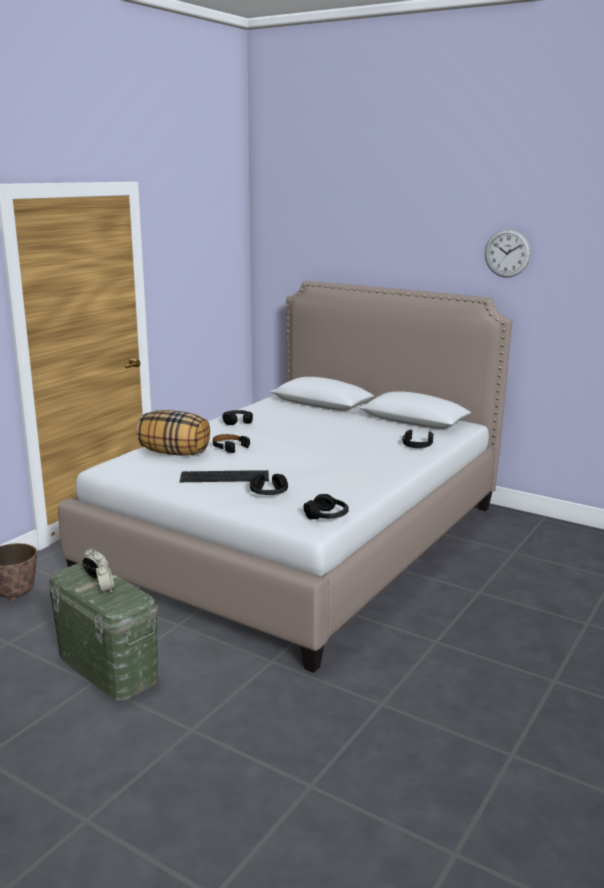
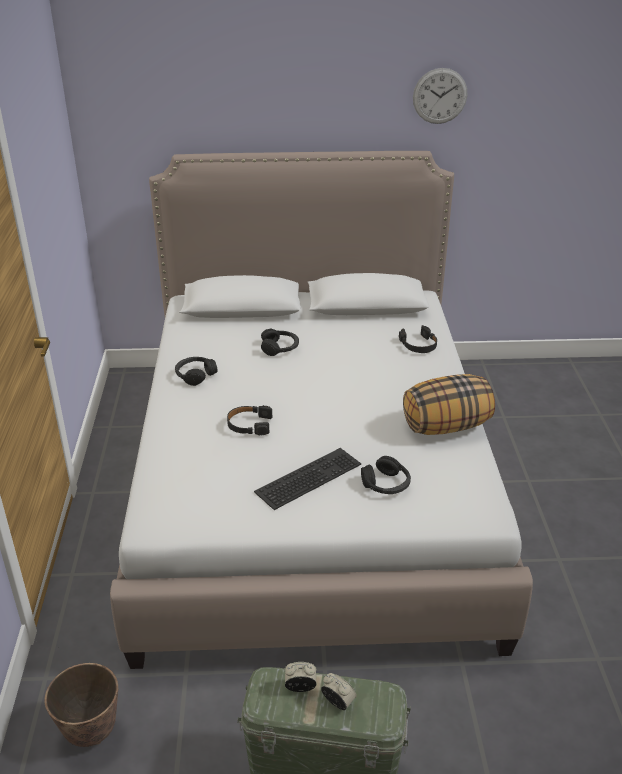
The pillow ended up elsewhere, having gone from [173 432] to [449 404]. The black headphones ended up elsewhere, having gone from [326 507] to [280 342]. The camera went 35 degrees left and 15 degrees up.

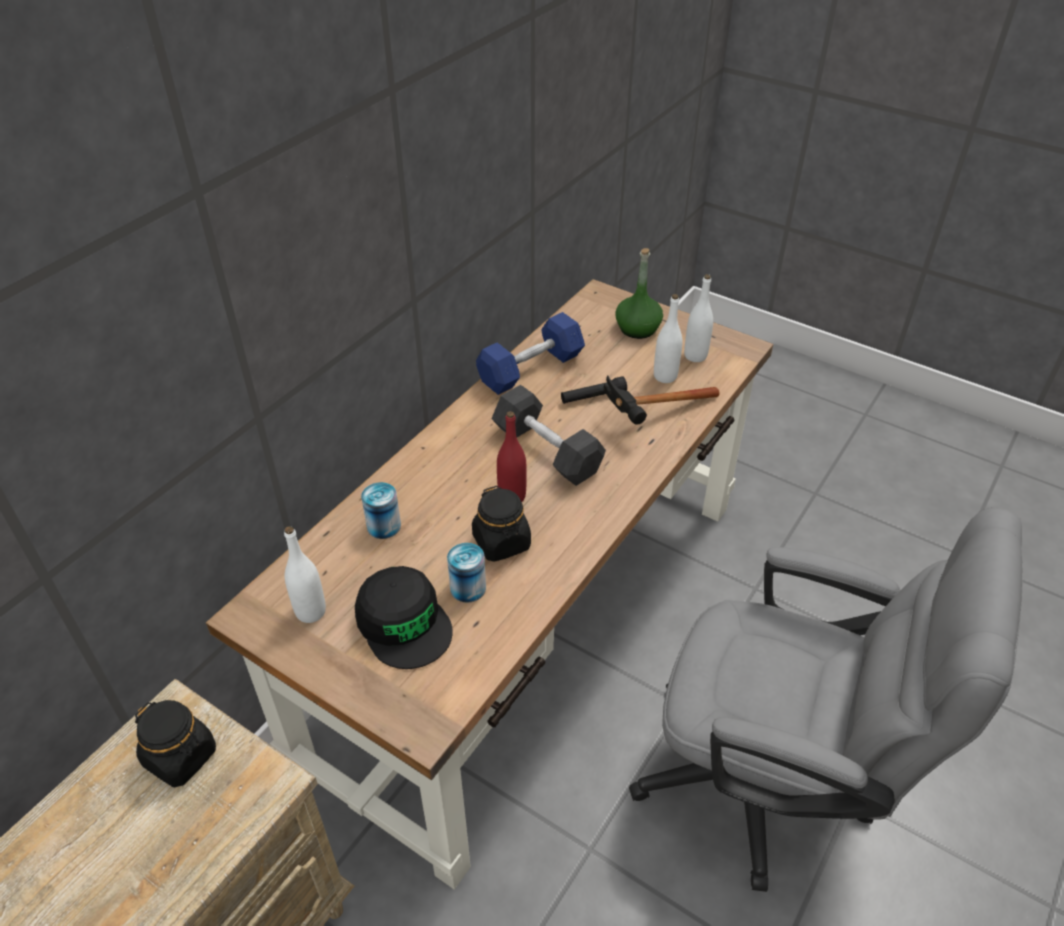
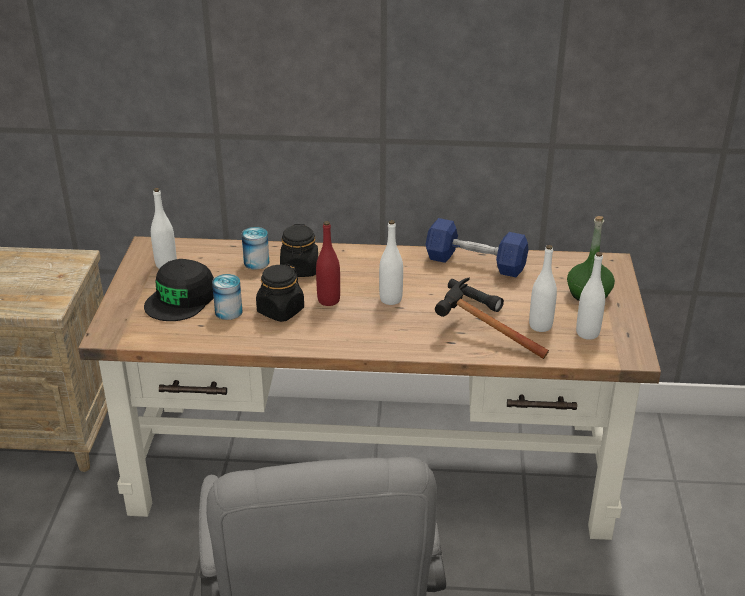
The black jar ended up elsewhere, having gone from [175 743] to [299 250]. Where the grey dumbbell stood at [549 435], the white bottle came to stand at [391 262]. The camera went 60 degrees right and 10 degrees down.

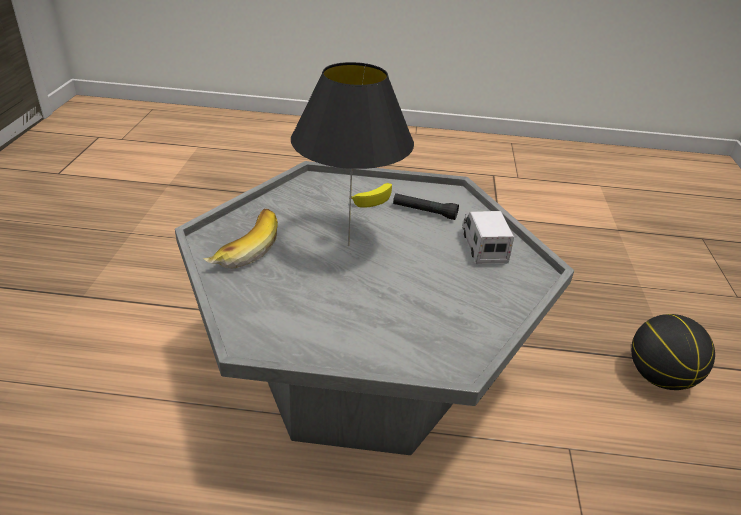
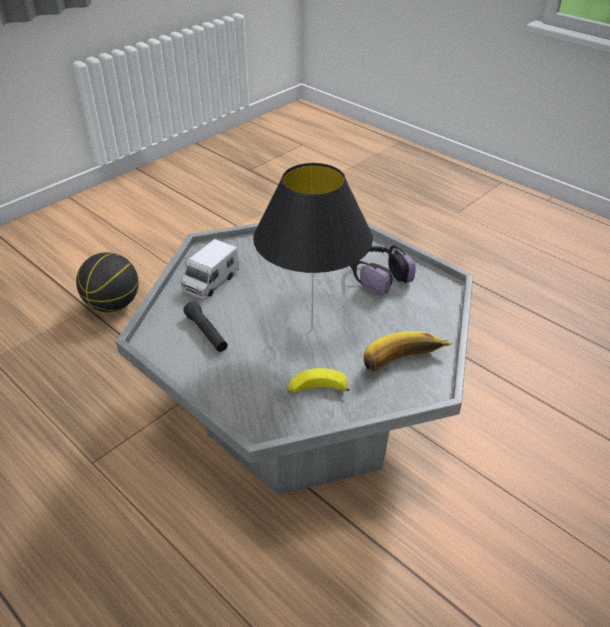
The second view gained the headphones at [383 270]. The banana ended up elsewhere, having gone from [370 195] to [319 380]. The camera went 140 degrees left and 5 degrees up.

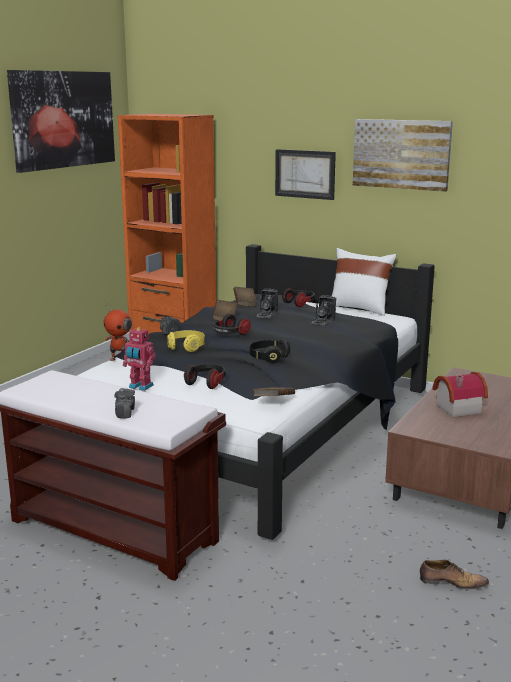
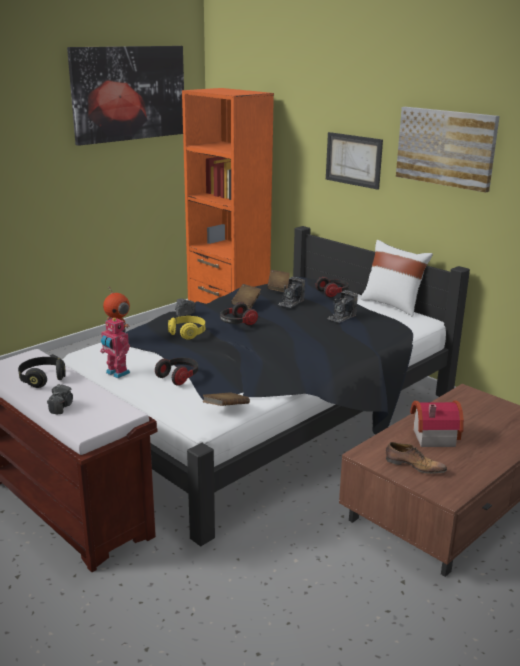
The black headphones ended up elsewhere, having gone from [270 351] to [42 372]. The shoe ended up elsewhere, having gone from [454 575] to [416 458]. The camera went 15 degrees right and 5 degrees up.

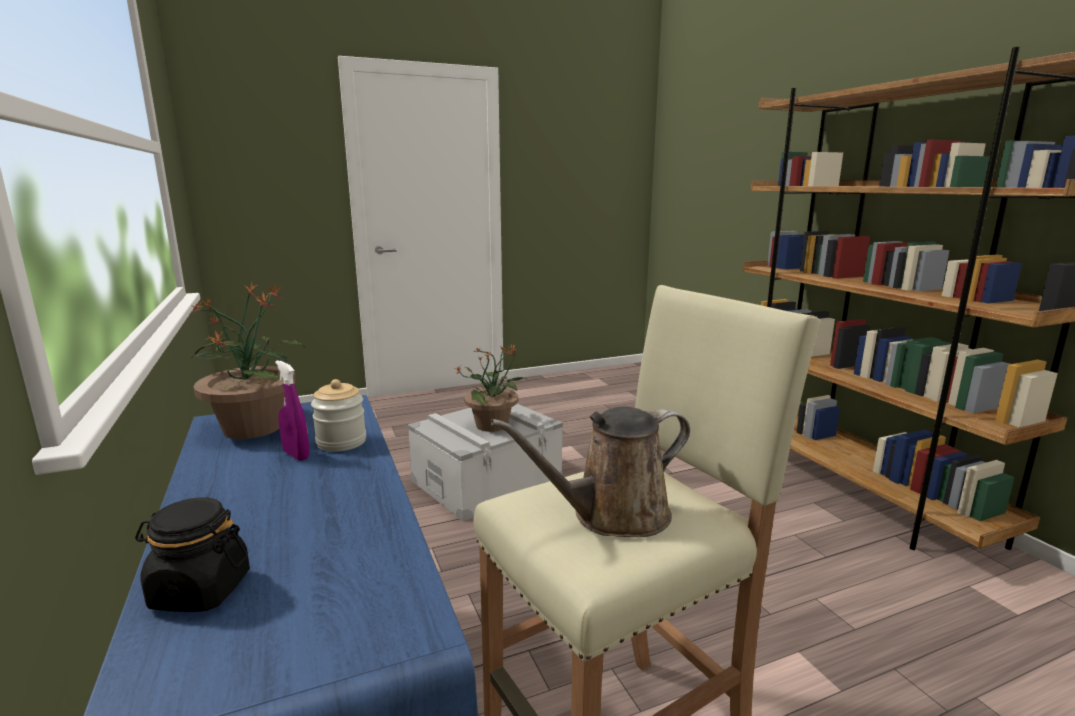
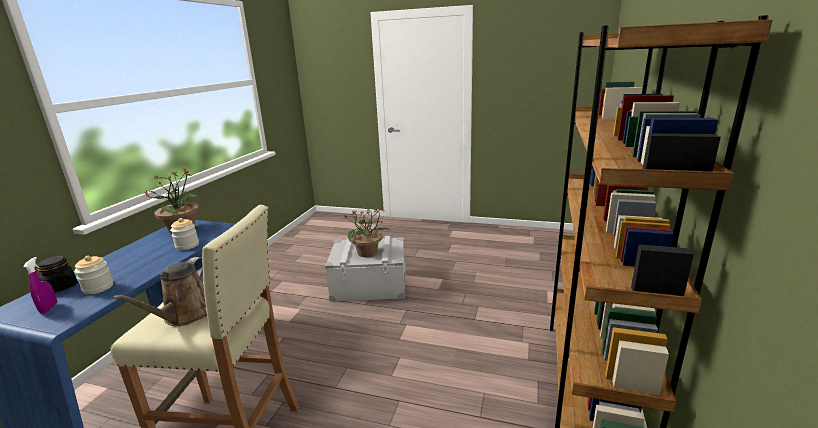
The second view gained the jar at [93 275]. The purple spray bottle ended up elsewhere, having gone from [292 411] to [40 285]. The brown watering can at [590 472] ended up facing another way, 90 degrees counterclockwise from before. The camera went 40 degrees right and 5 degrees up.

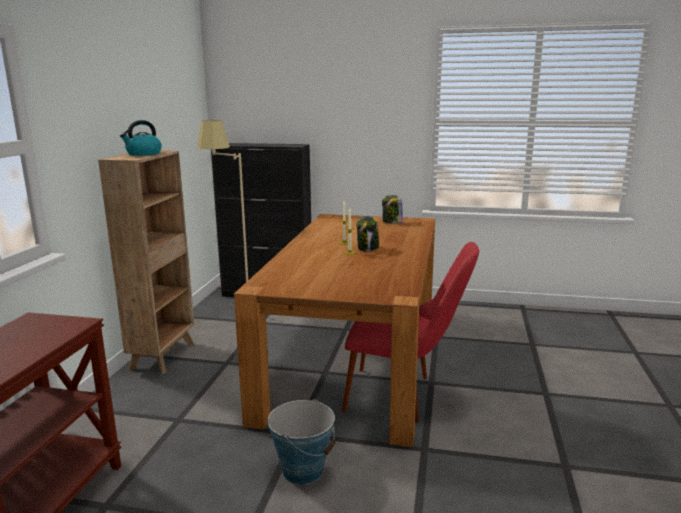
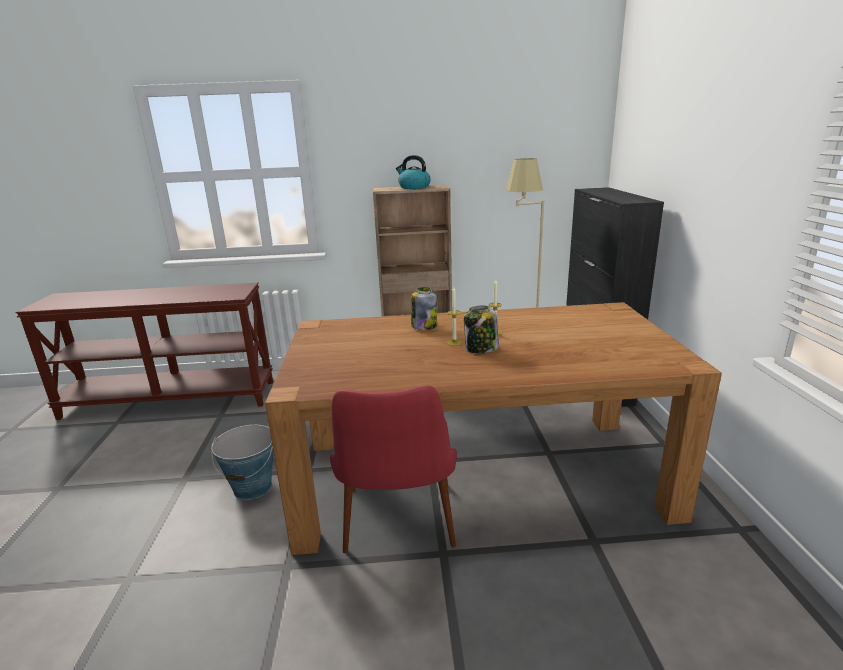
The jar ended up elsewhere, having gone from [392 209] to [424 308]. The camera went 75 degrees right and 5 degrees up.

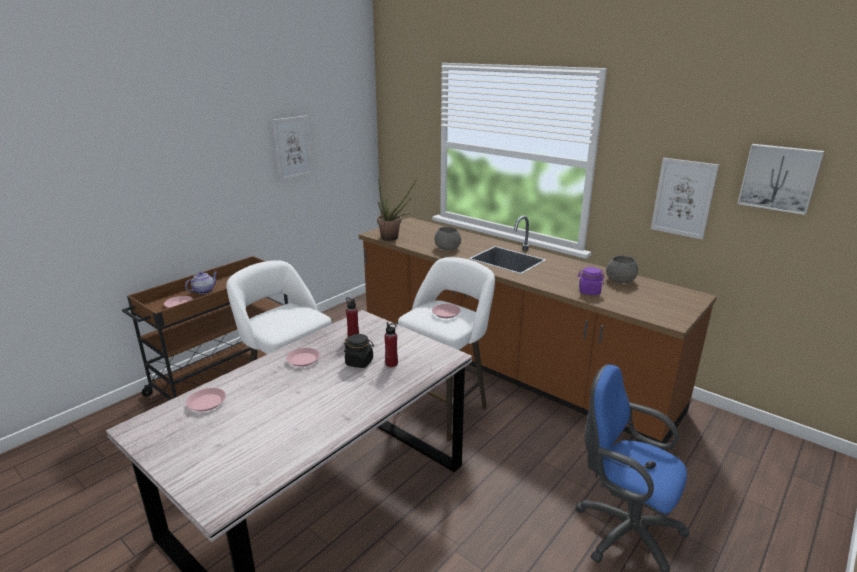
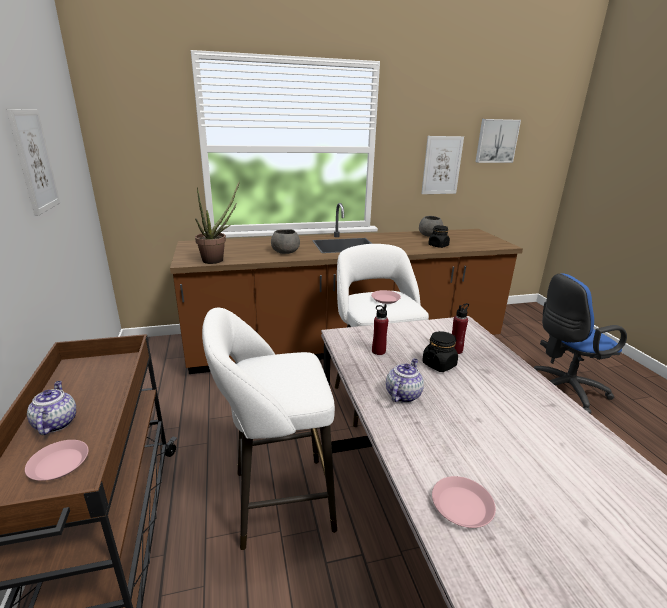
Where the pink plate stood at [303 357], the teapot came to stand at [405 381]. What was the purple jar at [591 281] turned into the black jar at [439 236]. The camera went 55 degrees left and 0 degrees up.

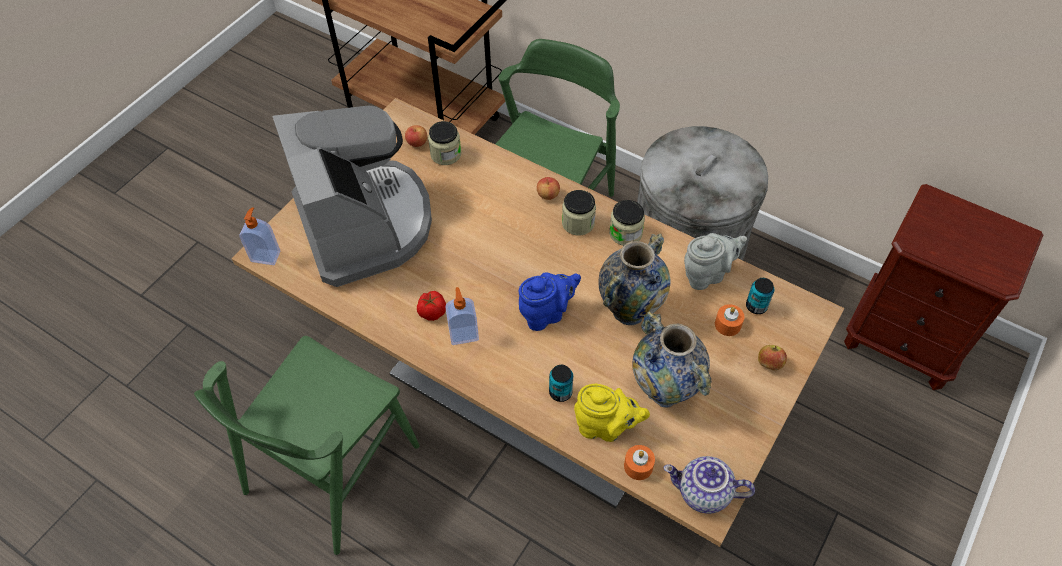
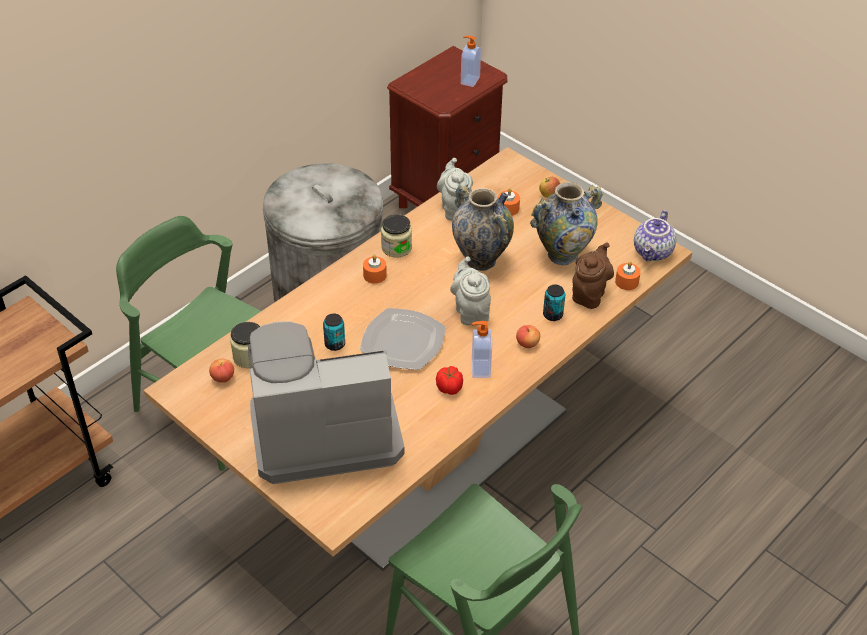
The second view gained the plate at [403 339]. The soap dispenser ended up elsewhere, having gone from [259 236] to [471 61]. The apple ended up elsewhere, having gone from [548 188] to [528 336]. The can ended up elsewhere, having gone from [760 296] to [334 332]. Where the jar stood at [579 212], the orange candle came to stand at [375 269]. What was the blue teapot at [550 301] turned into the grey teapot at [470 291]. What was the yellow teapot at [612 413] turned into the brown teapot at [593 275]. The camera went 80 degrees left and 10 degrees down.

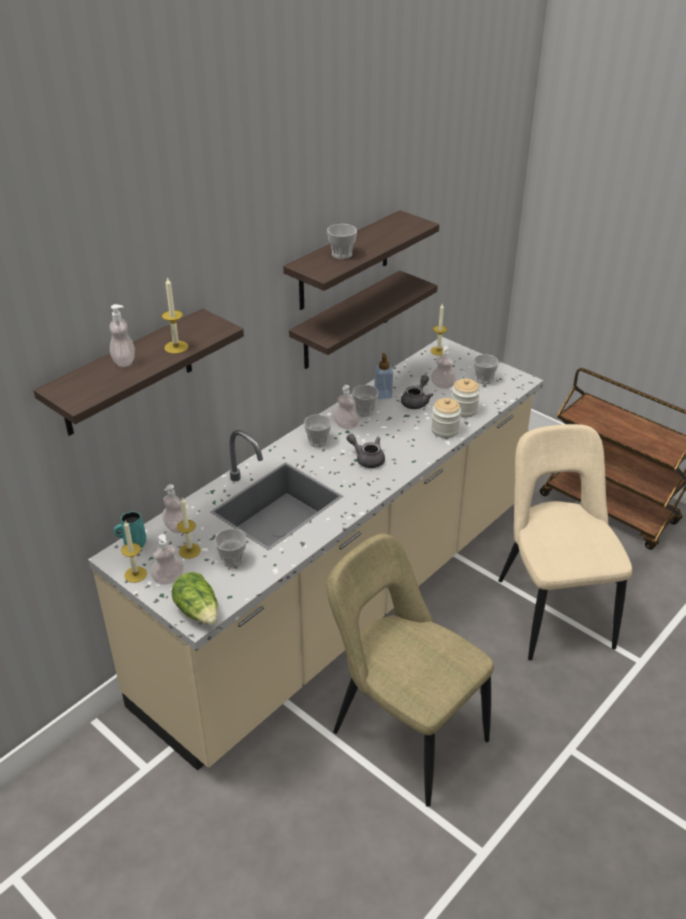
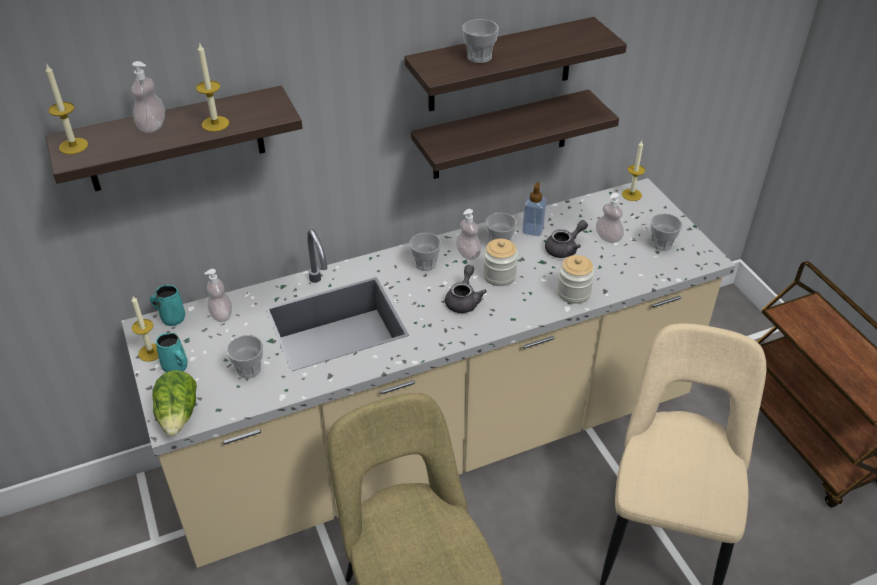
The candle ended up elsewhere, having gone from [189 528] to [67 109]. The jar ended up elsewhere, having gone from [465 398] to [500 262]. Where the soap dispenser stood at [167 559], the turquoise mug came to stand at [172 353]. The grey teapot at [365 451] ended up facing another way, 45 degrees clockwise from before. The camera went 25 degrees right and 5 degrees up.

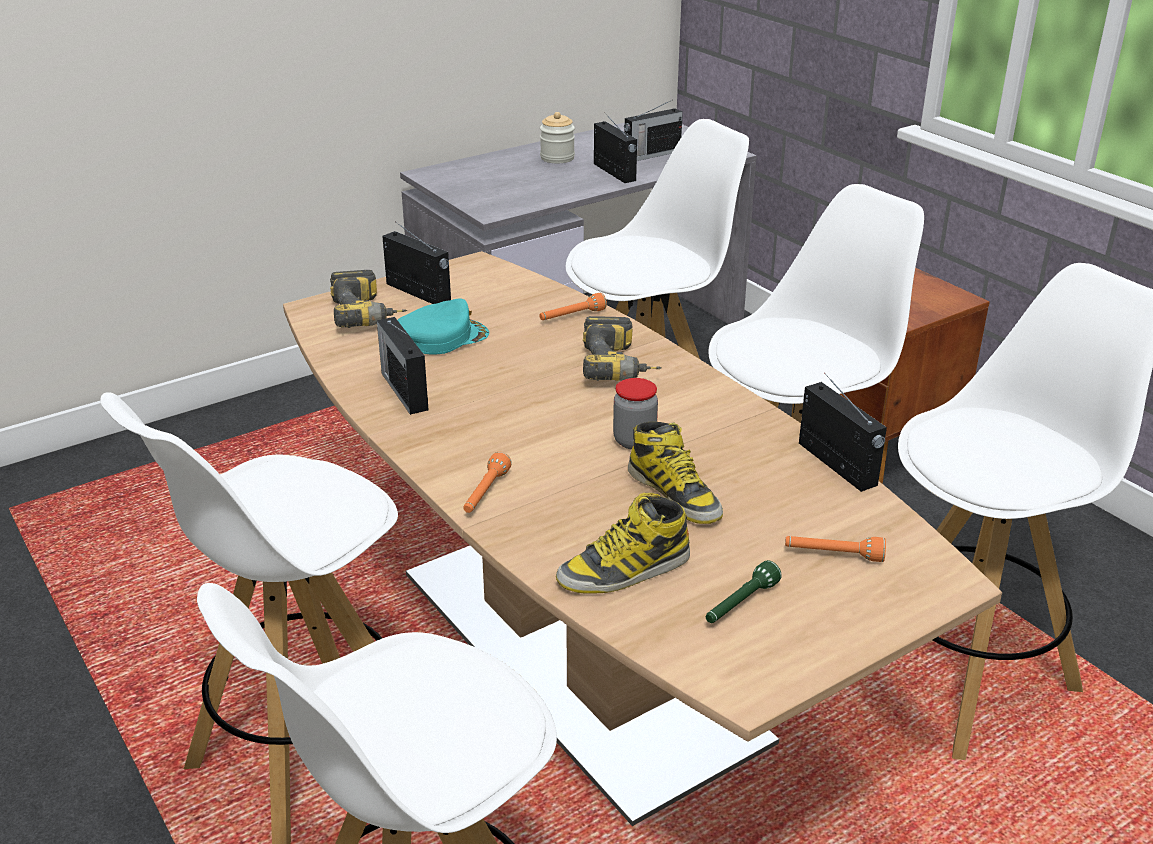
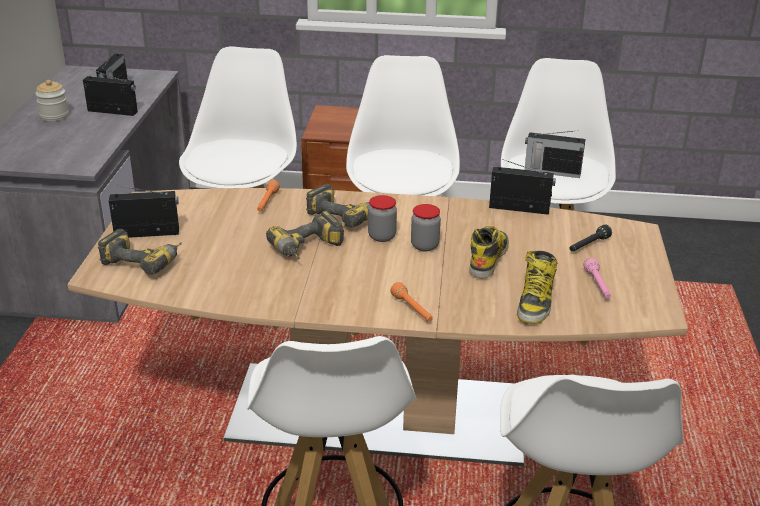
The second view lost the turquoise cap at [443 326]. The second view gained the power drill at [305 234]. The second view gained the jar at [382 218]. The radio ended up elsewhere, having gone from [402 366] to [555 154]. What was the green flashlight at [744 591] turned into the pink flashlight at [597 278]. What was the orange flashlight at [835 549] turned into the black flashlight at [591 238]. The boot at [675 472] ended up facing another way, 75 degrees counterclockwise from before. The camera went 50 degrees left and 0 degrees up.

